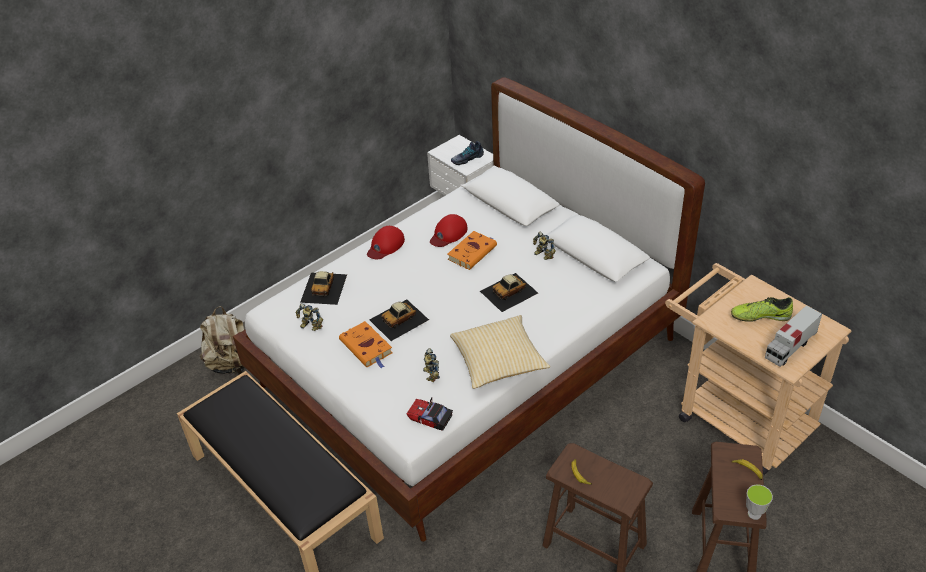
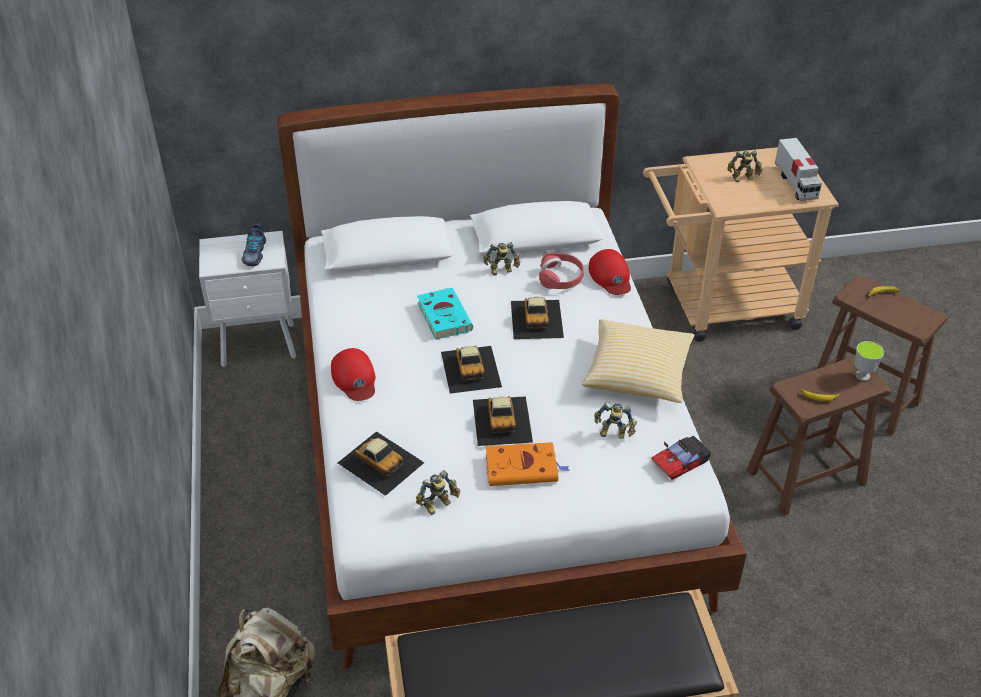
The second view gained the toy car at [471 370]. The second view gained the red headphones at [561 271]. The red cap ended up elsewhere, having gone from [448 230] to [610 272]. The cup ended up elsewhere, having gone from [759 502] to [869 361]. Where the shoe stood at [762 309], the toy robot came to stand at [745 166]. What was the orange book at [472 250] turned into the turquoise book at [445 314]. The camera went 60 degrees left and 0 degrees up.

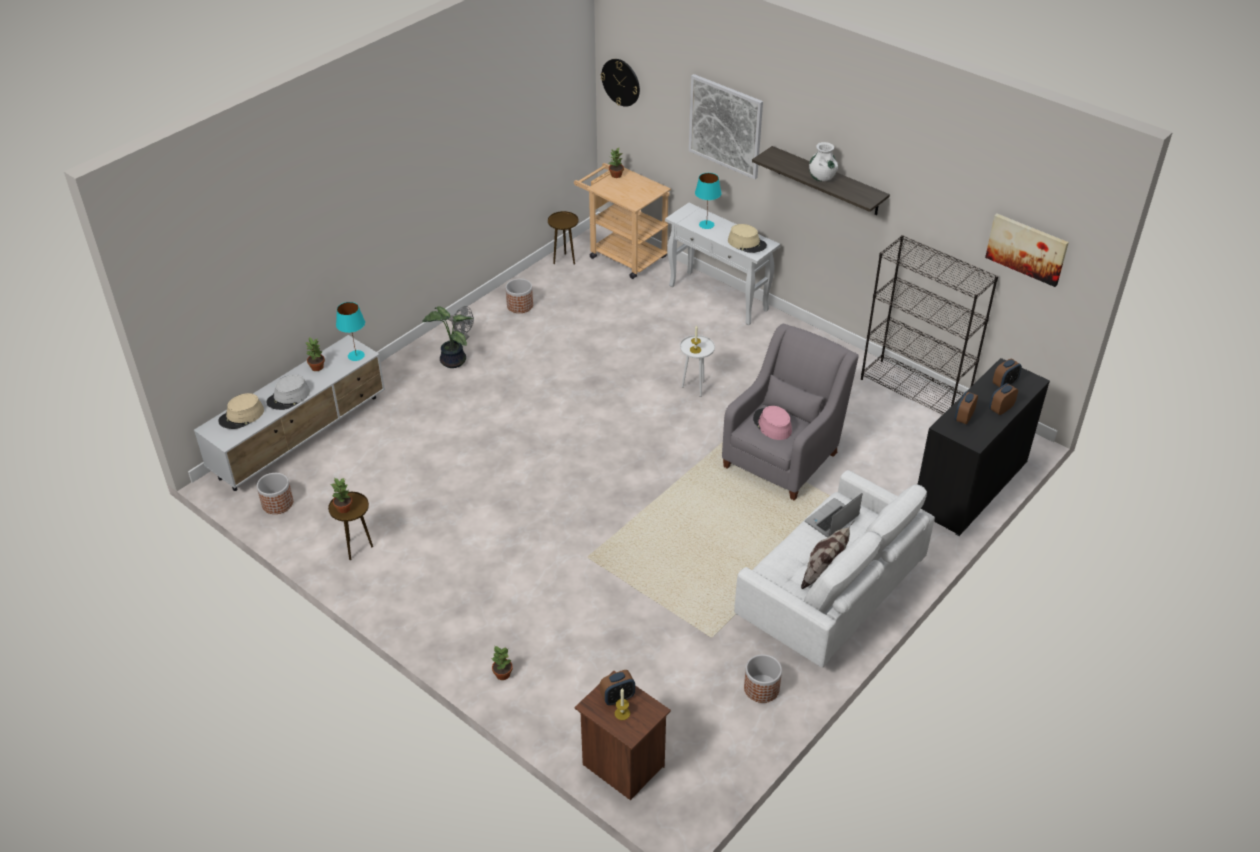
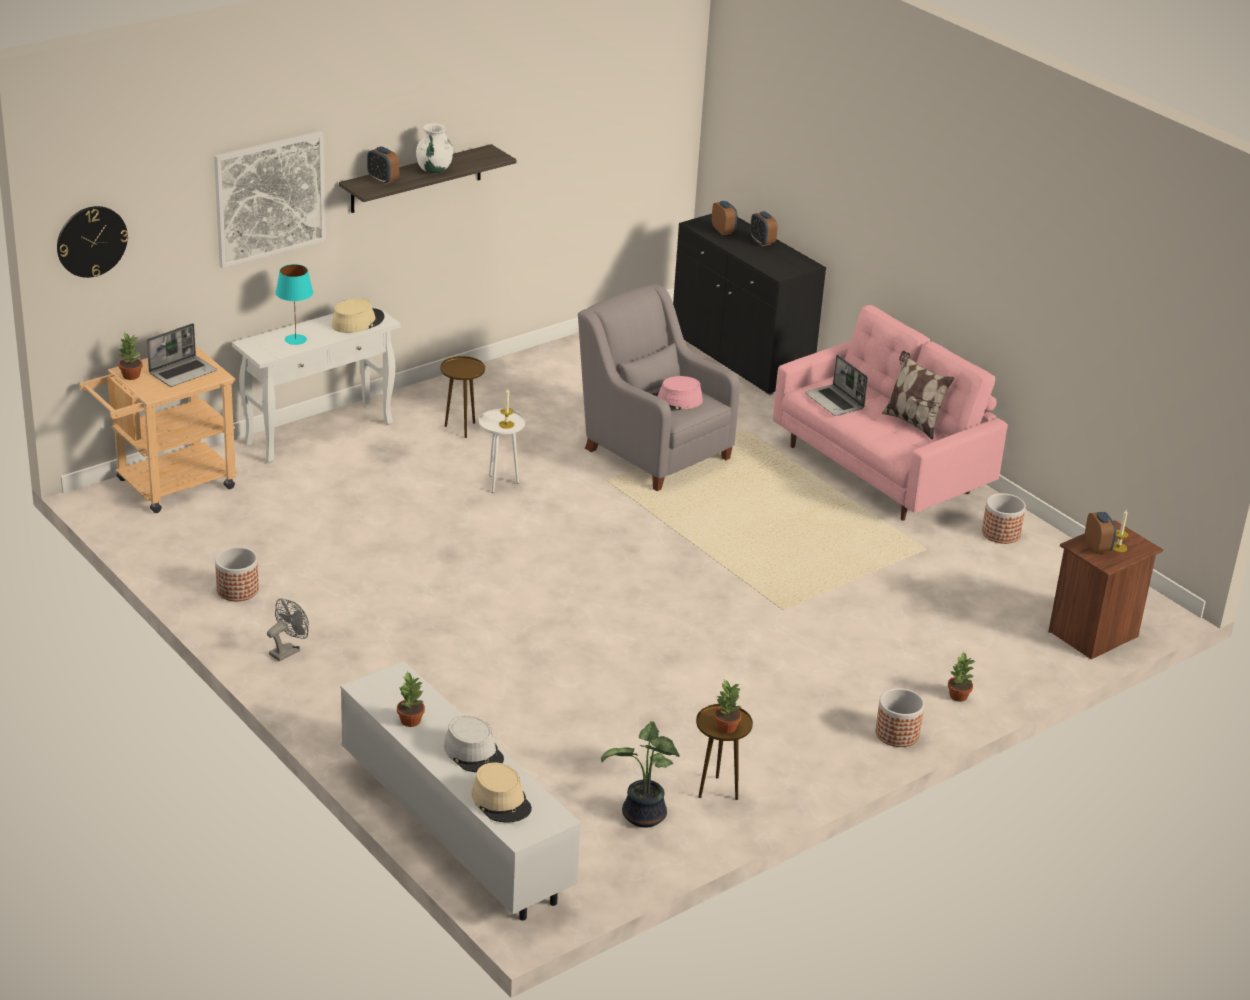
The second view lost the turquoise table lamp at [350 331]. The second view lost the black bookcase at [929 325]. The second view lost the picture at [1027 250]. The second view gained the laptop at [182 355]. The planter ended up elsewhere, having gone from [275 493] to [899 717]. The potted plant ended up elsewhere, having gone from [447 337] to [640 774]. The brown side table ended up elsewhere, having gone from [563 238] to [462 397]. The alarm clock ended up elsewhere, having gone from [966 407] to [383 165]. What was the white sofa at [834 569] turned into the pink sofa at [890 413]. The camera went 80 degrees left and 10 degrees down.

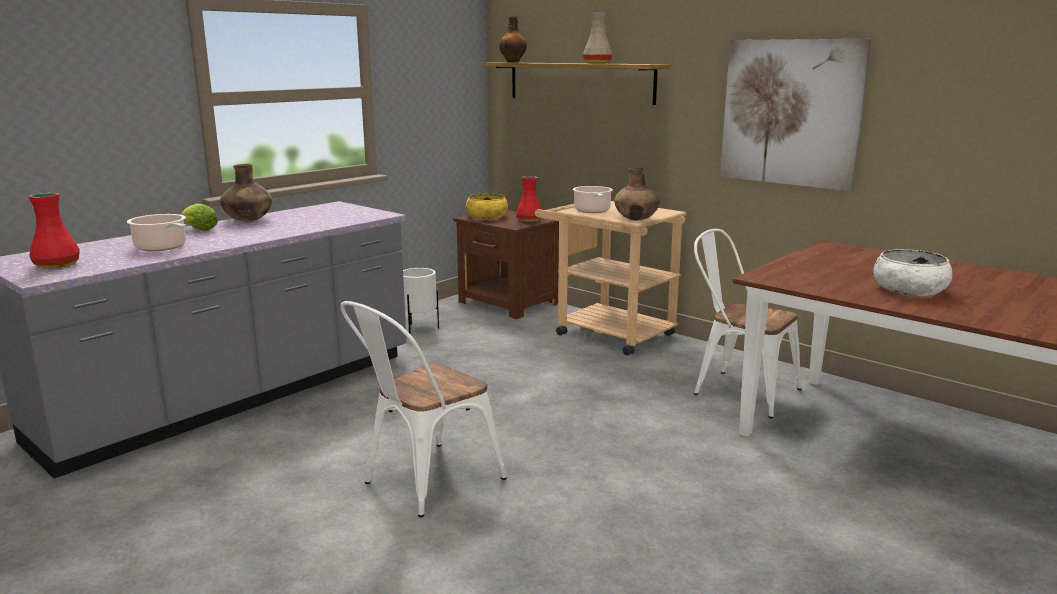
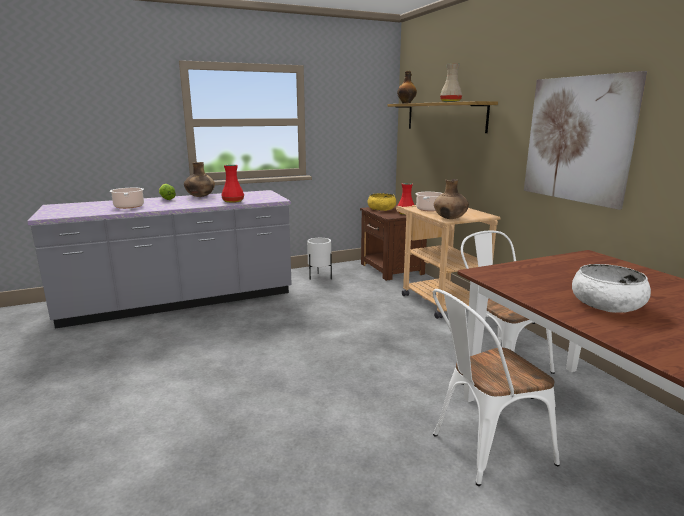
The red vase ended up elsewhere, having gone from [54 230] to [232 184]. The white chair ended up elsewhere, having gone from [423 409] to [496 387]. The camera went 25 degrees right and 0 degrees up.

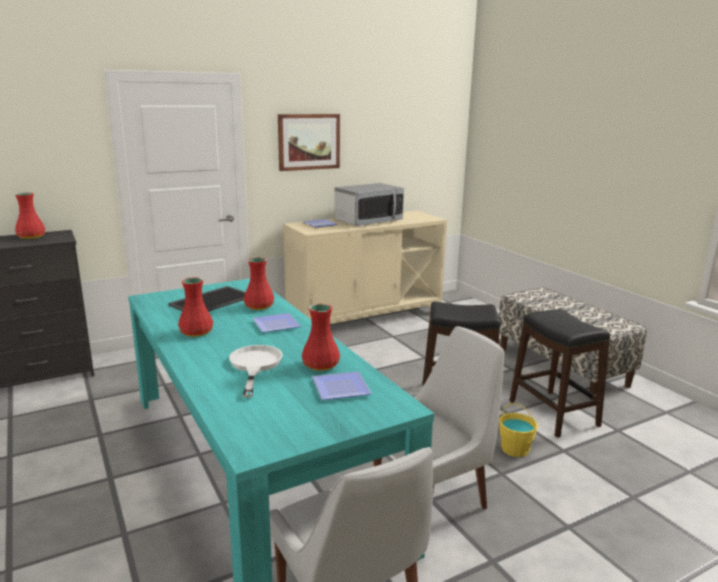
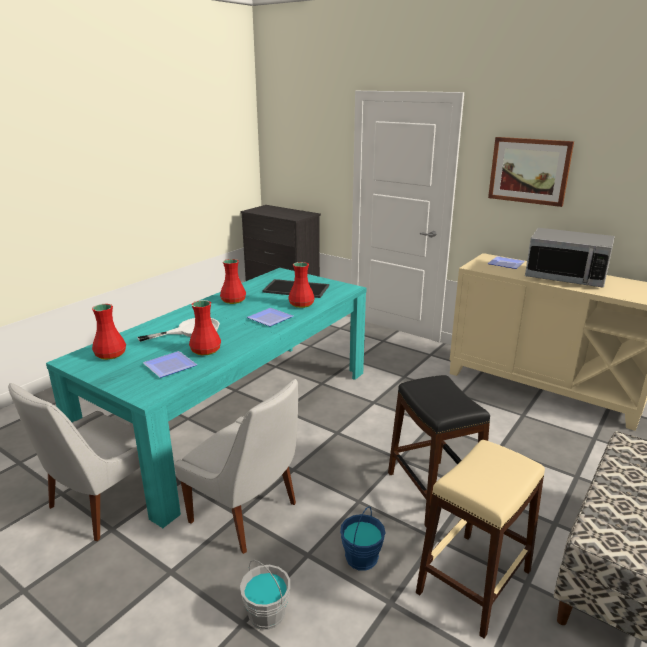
The second view gained the grey bucket at [265 595]. The red vase ended up elsewhere, having gone from [30 216] to [109 332]. What was the yellow bucket at [518 430] turned into the blue bucket at [363 538]. What was the black stool at [559 373] turned into the beige stool at [480 539]. The camera went 65 degrees right and 5 degrees up.

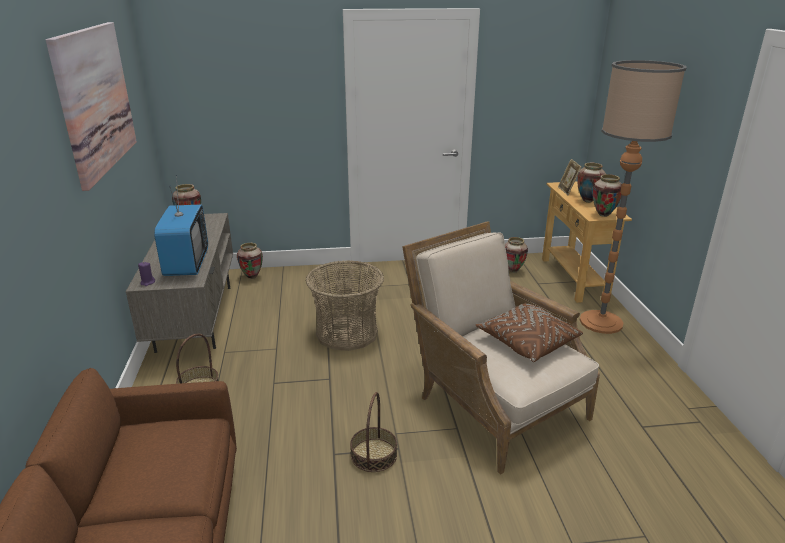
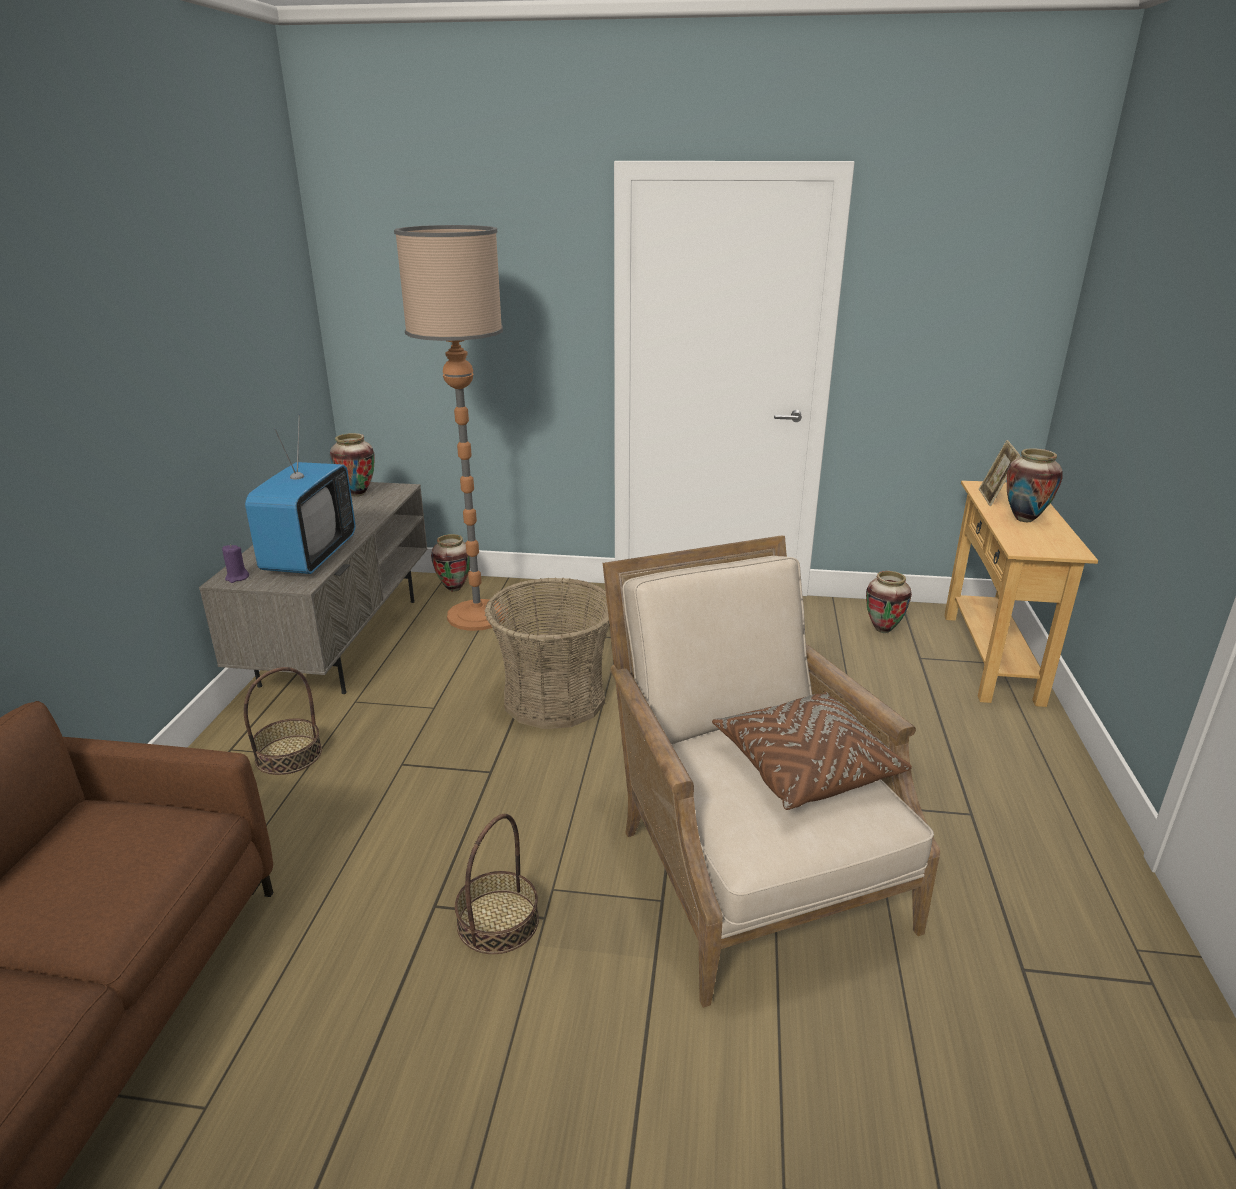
The second view lost the picture at [91 106]. The second view lost the vase at [607 195]. The floor lamp ended up elsewhere, having gone from [633 197] to [451 428]. The camera went 15 degrees right and 0 degrees up.

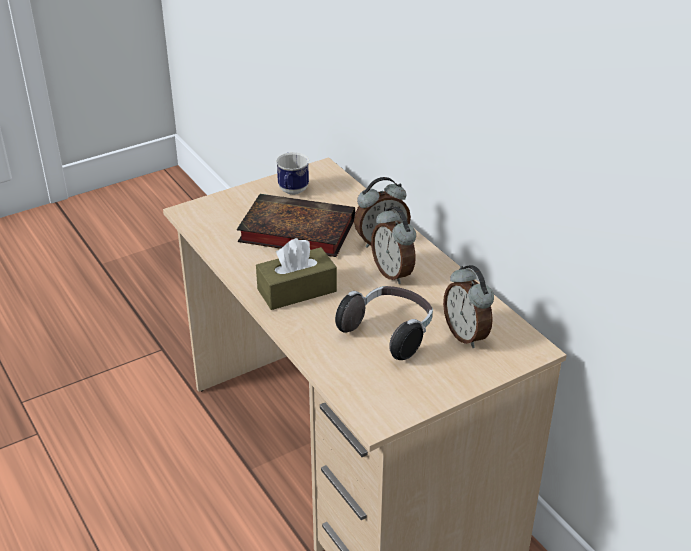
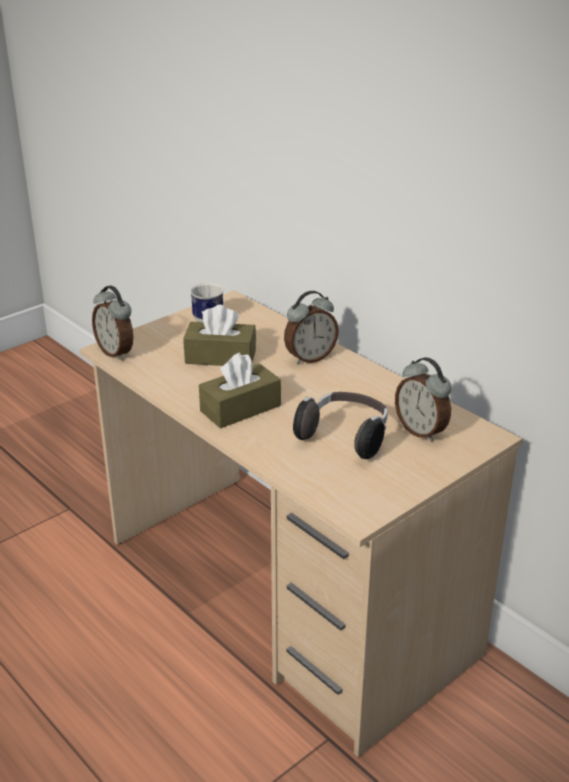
The alarm clock ended up elsewhere, having gone from [393 245] to [112 323]. Where the book stood at [296 225], the brown tissue box came to stand at [219 335]. The camera went 10 degrees left and 5 degrees down.

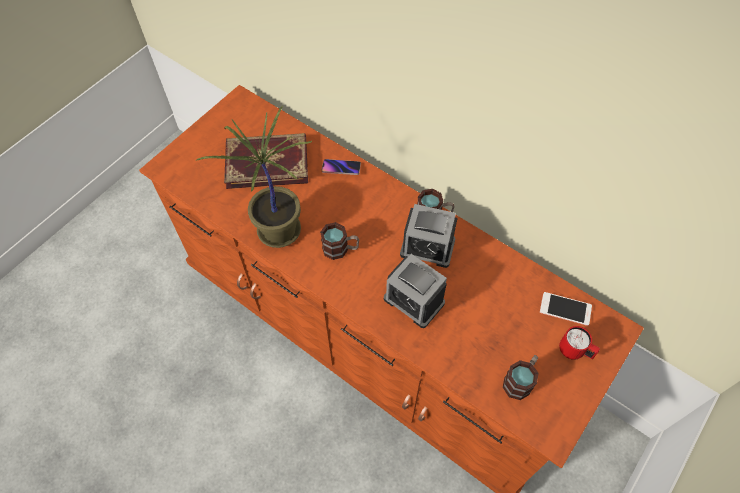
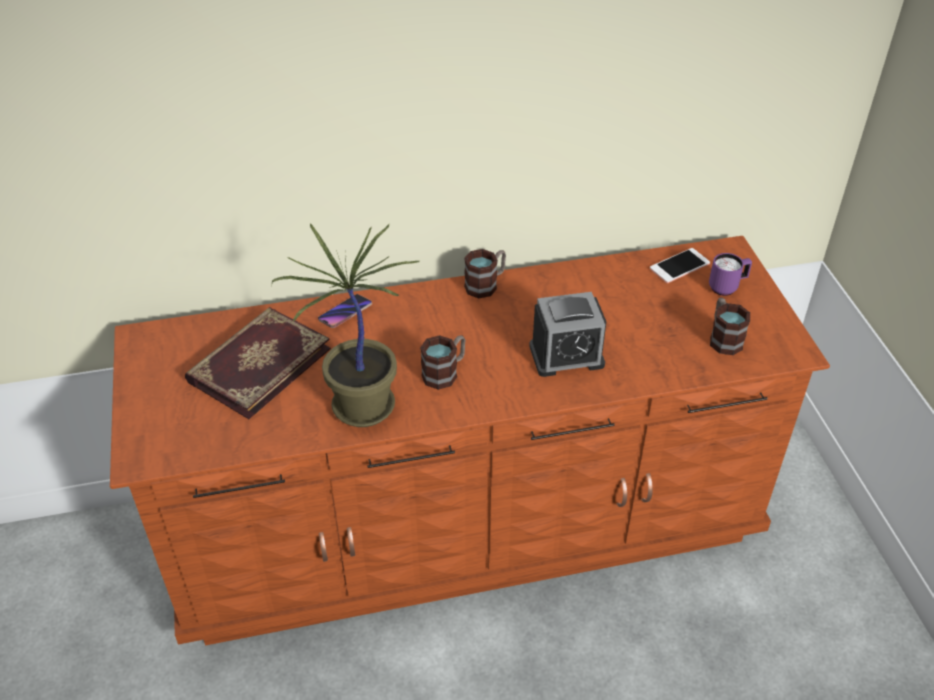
The second view lost the alarm clock at [429 236]. What was the red mug at [579 343] turned into the purple mug at [730 274]. The camera went 50 degrees left and 15 degrees down.

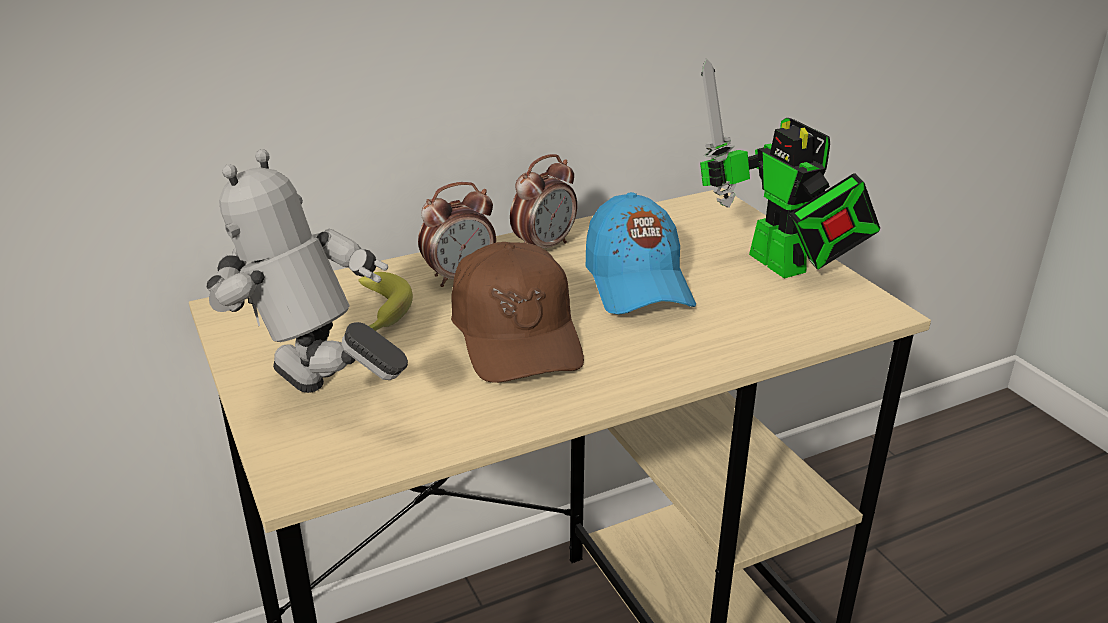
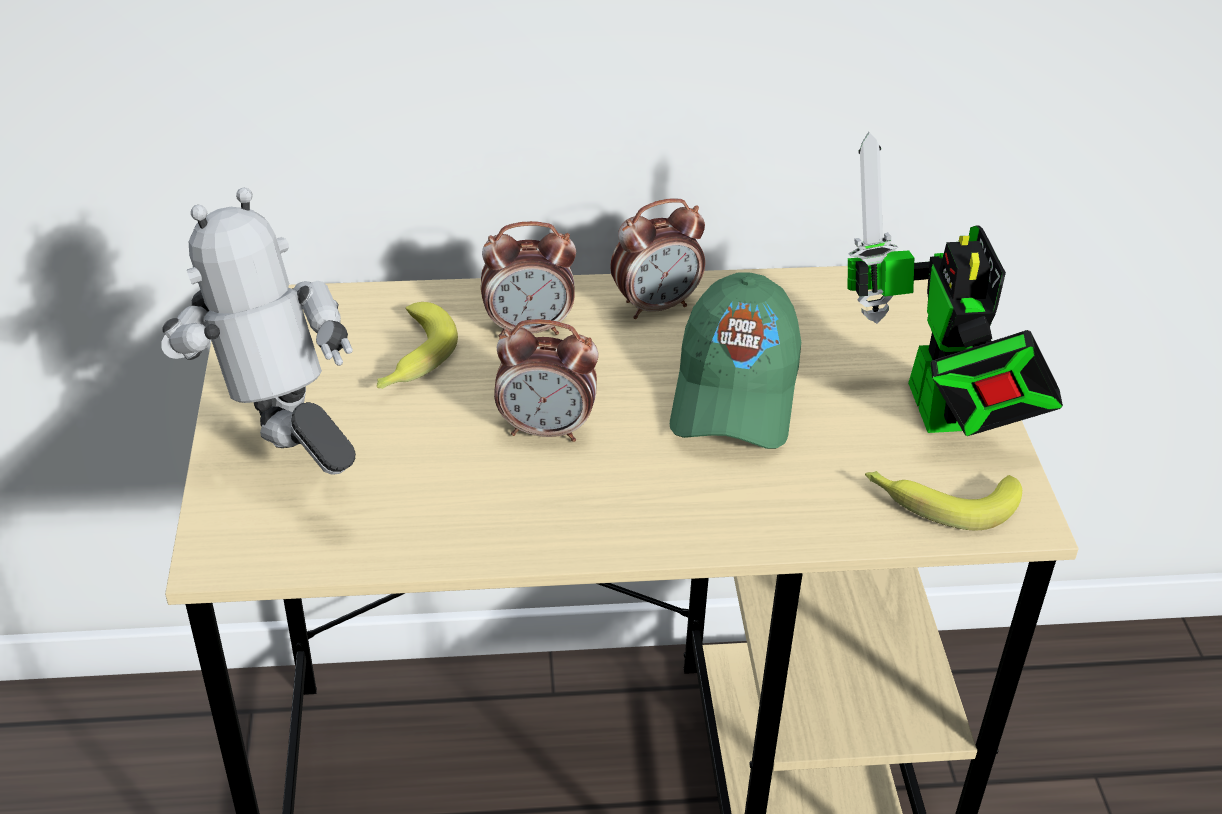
The second view gained the banana at [943 501]. Where the brown cap stood at [517 312], the alarm clock came to stand at [546 380]. What was the blue cap at [641 253] turned into the green cap at [735 361]. The camera went 20 degrees right and 10 degrees up.

